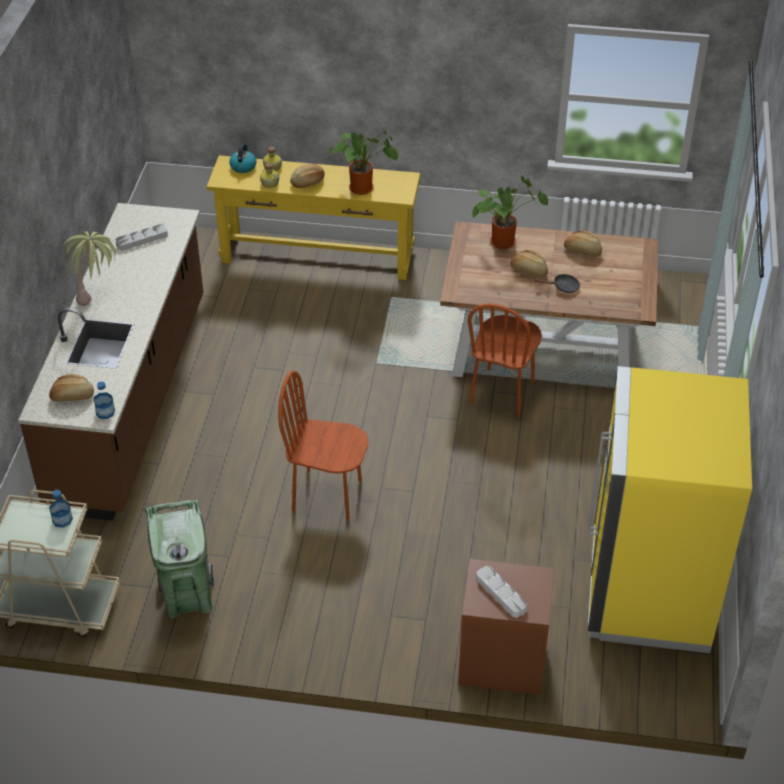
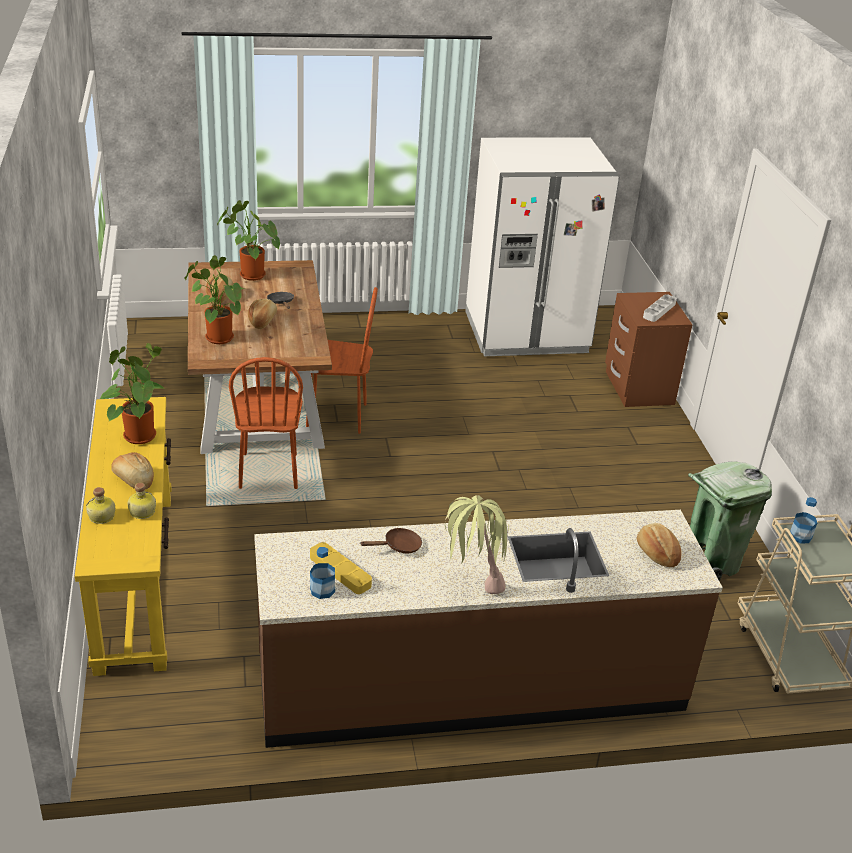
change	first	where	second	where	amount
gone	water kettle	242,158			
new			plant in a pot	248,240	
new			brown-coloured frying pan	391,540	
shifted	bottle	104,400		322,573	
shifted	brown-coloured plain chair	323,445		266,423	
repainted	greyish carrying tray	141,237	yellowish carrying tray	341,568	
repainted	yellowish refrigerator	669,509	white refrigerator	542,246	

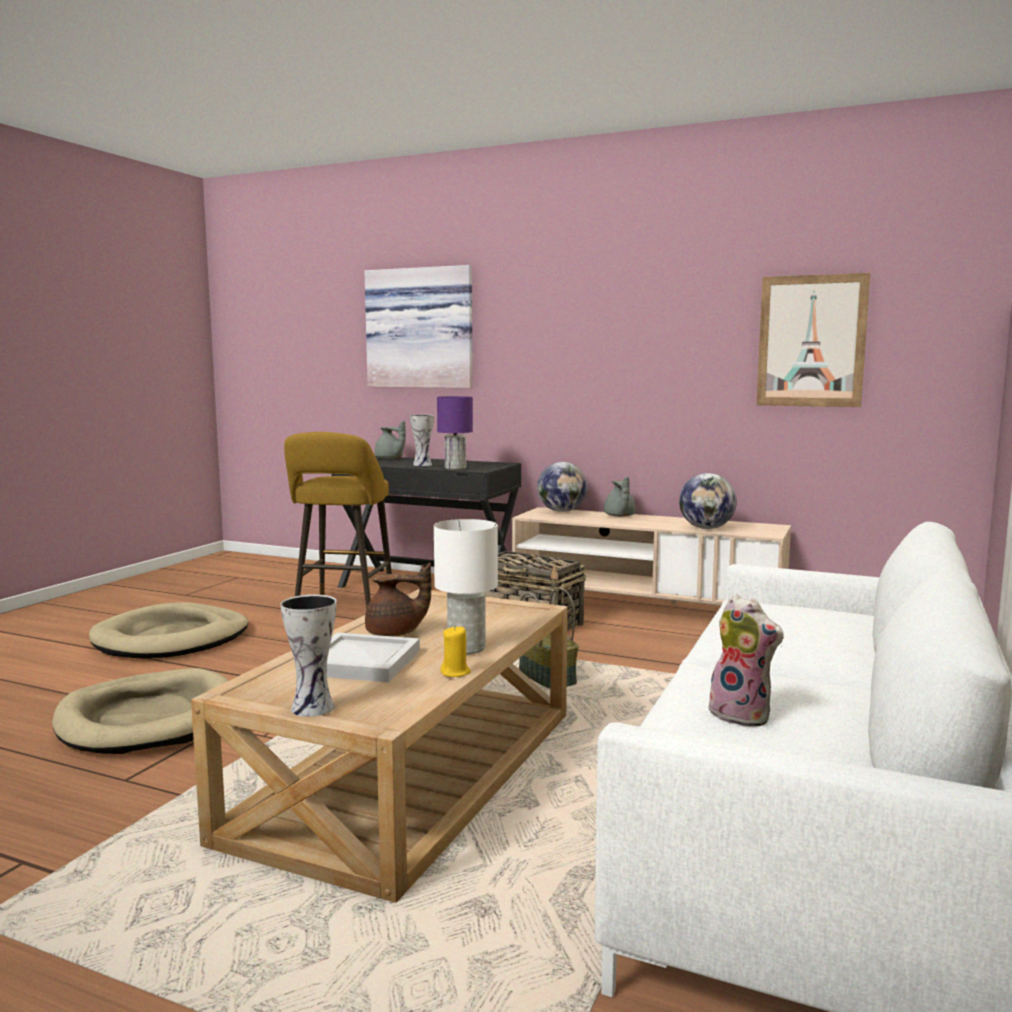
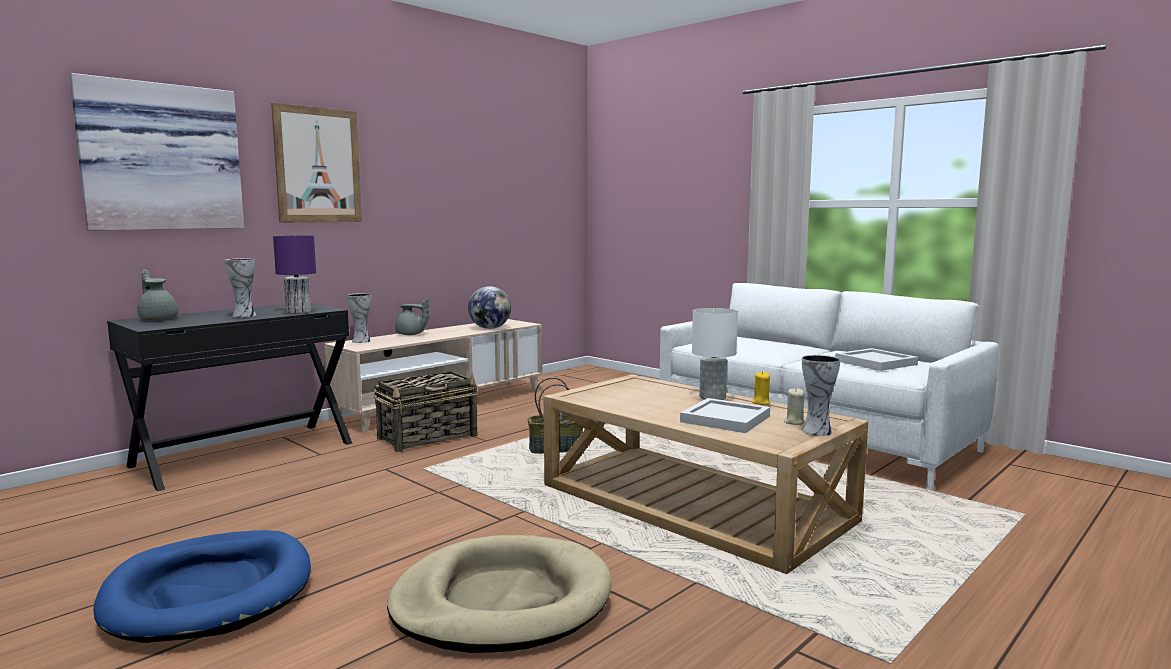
change	first	where	second	where	amount
gone	yellowish sitting stool	338,520			
gone	brown-coloured tea pot	398,599			
new			beige-coloured wax light	794,406	
shifted	wall picture	813,340		316,163	
swapped	globe	562,487	vase	359,318	
swapped	plush toy	746,660	white carrying tray	876,359	
repainted	beige-coloured pet bed	168,630	bluish pet bed	202,586	
rotated	greyish tea pot	390,440		158,294	105 degrees counterclockwise

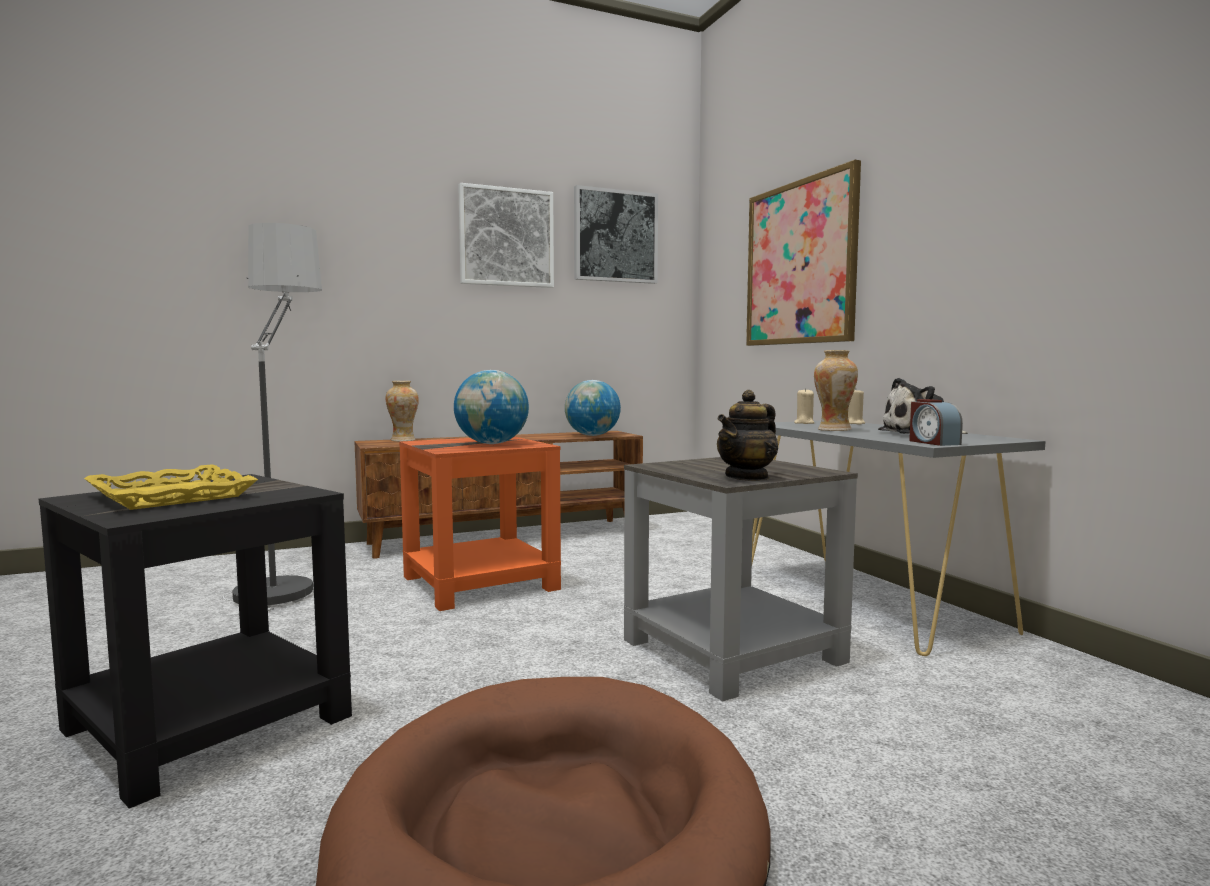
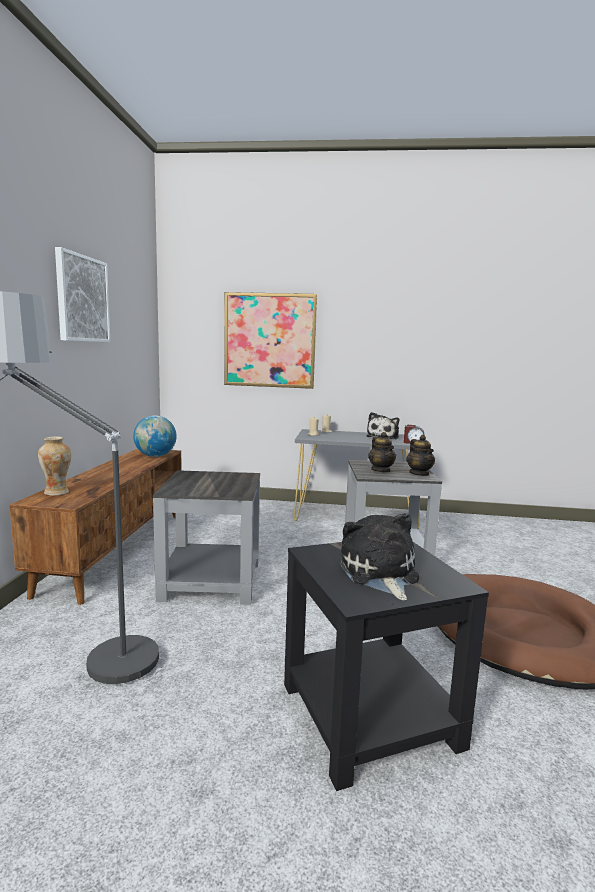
change	first	where	second	where	amount
gone	globe	491,407			
gone	wall picture	616,234			
gone	vase	836,390			
new			tea pot	382,452	
swapped	yellowish carrying tray	171,487	plush toy	379,556	
repainted	orange-coloured accent table	480,523	greyish accent table	206,537	

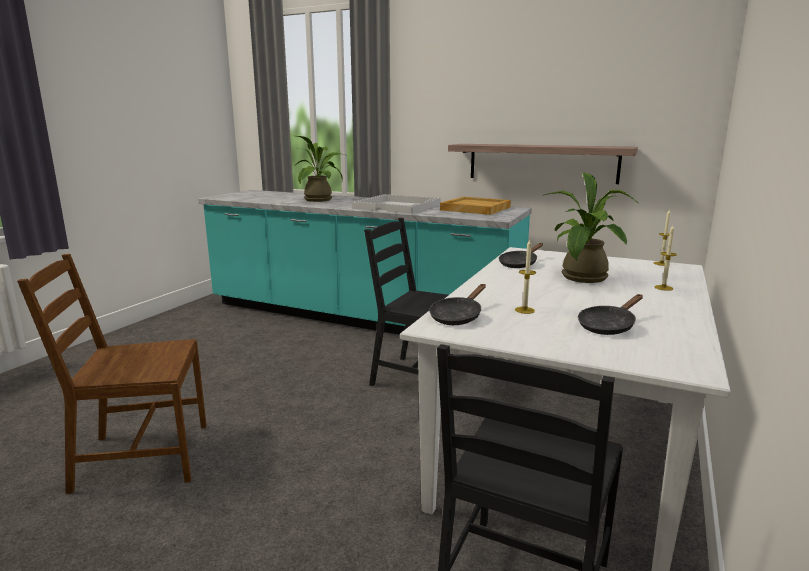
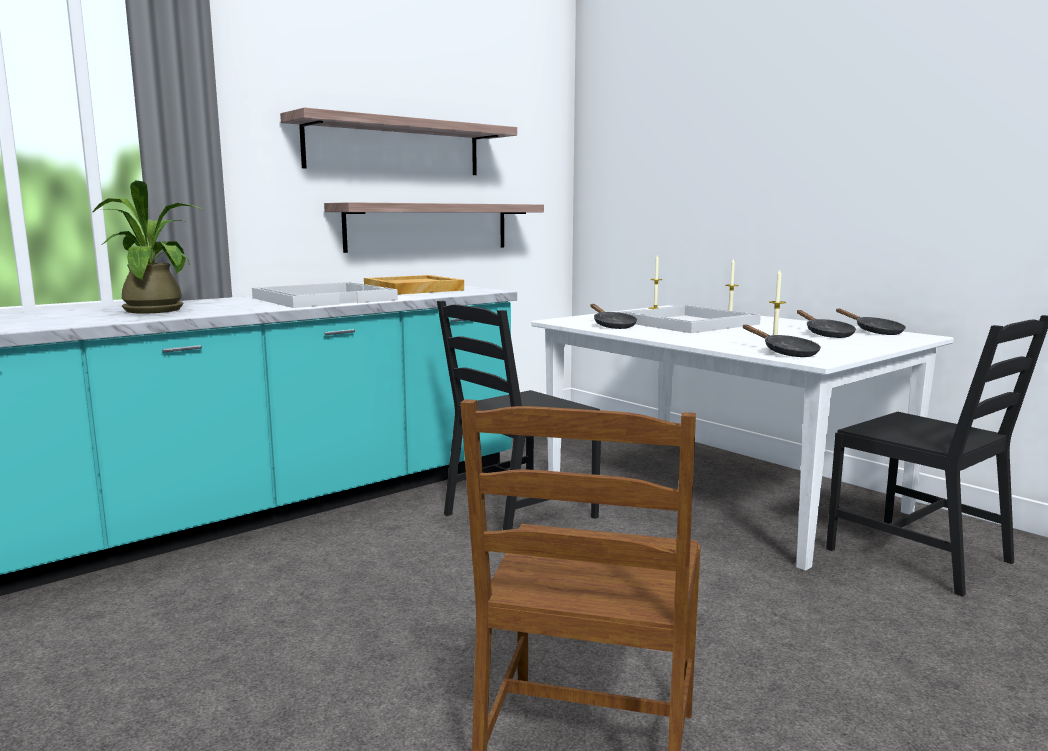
change	first	where	second	where	amount
new			bracket shelf	398,141	
new			black-coloured frying pan	871,321	
swapped	plant in a pot	592,227	white carrying tray	690,319	

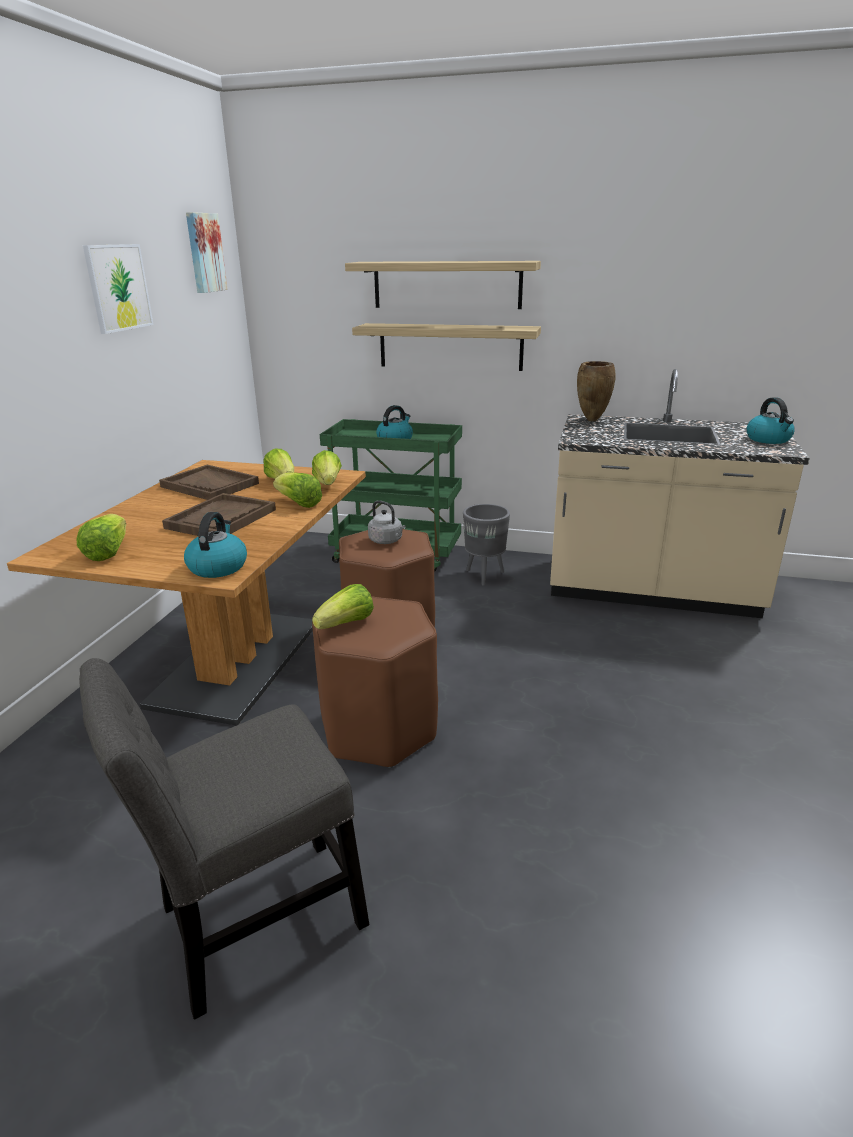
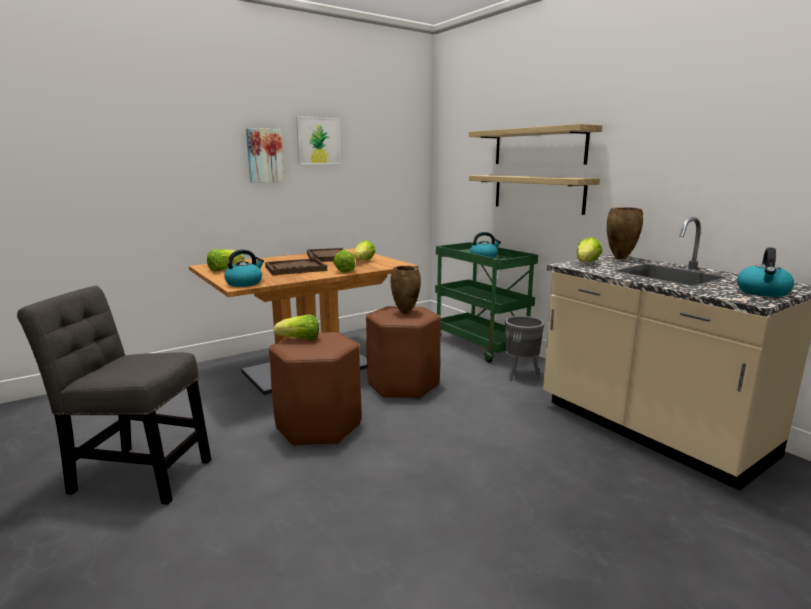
change	first	where	second	where	amount
shifted	wall picture	207,252		265,155	
shifted	lettuce	327,467		589,249	
swapped	greyish water kettle	387,522	brown-coloured vase	406,290	

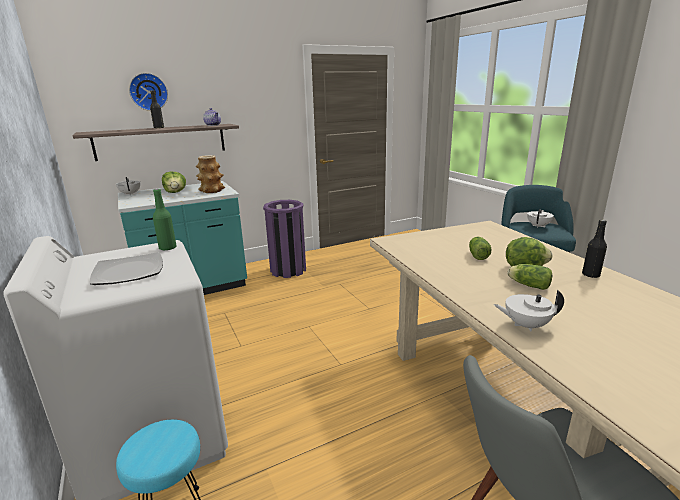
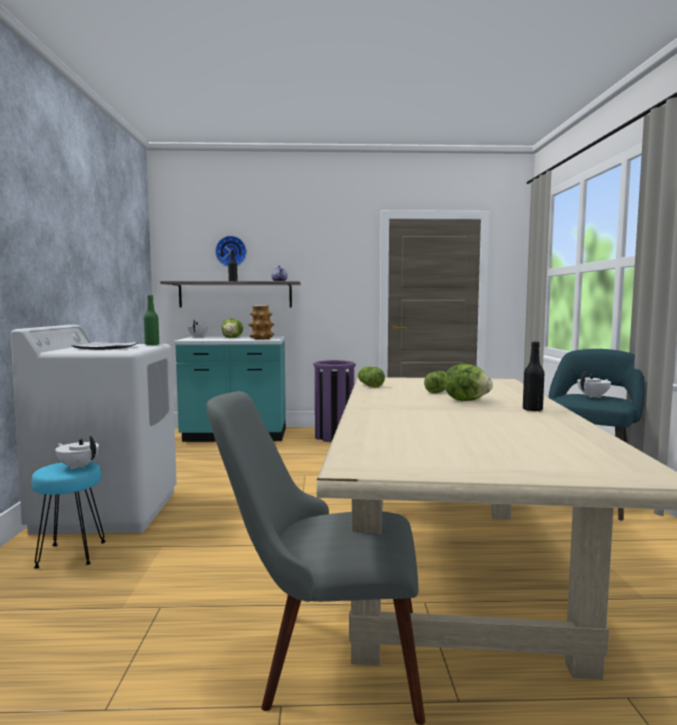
change	first	where	second	where	amount
shifted	white tea pot	529,311		77,453	
shifted	lettuce	530,277		371,377	

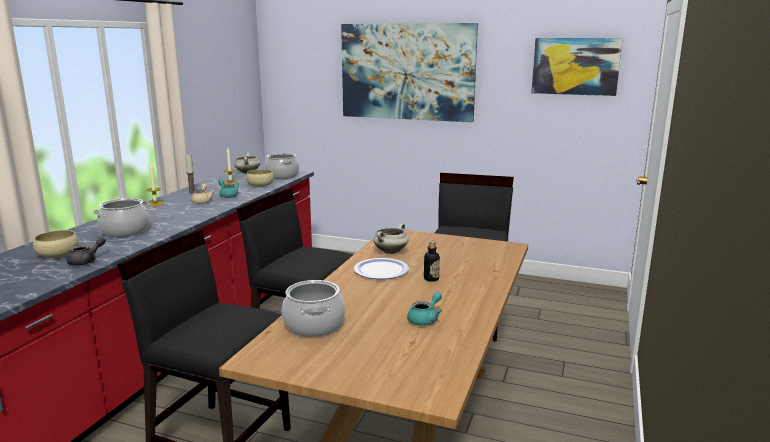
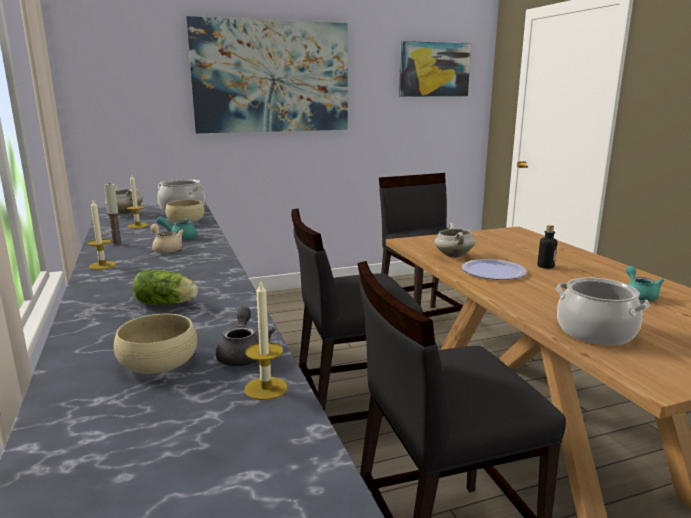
change	first	where	second	where	amount
new			wax light	265,341	
swapped	cooking pot	121,217	lettuce	165,287	

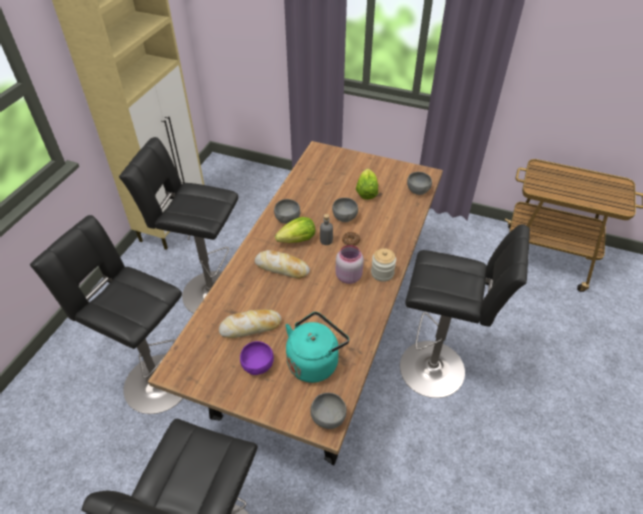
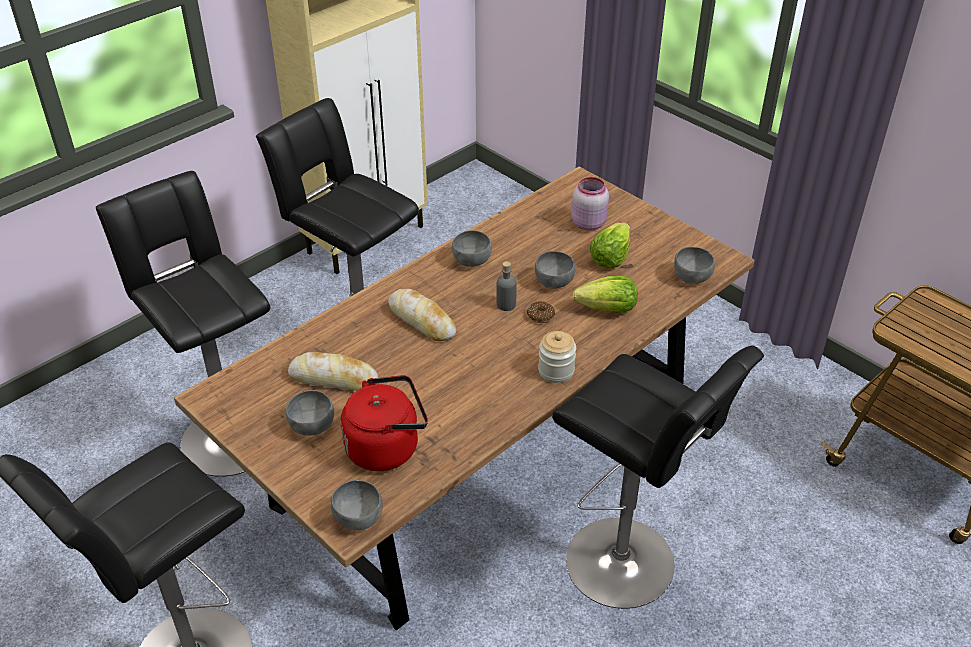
change	first	where	second	where	amount
shifted	lettuce	295,230		605,294	
shifted	pinkish preserve jar	350,264		590,204	
repainted	purple-coloured deep dish	257,358	greyish deep dish	310,412	
repainted	blue-green water kettle	317,347	red-coloured water kettle	384,423	

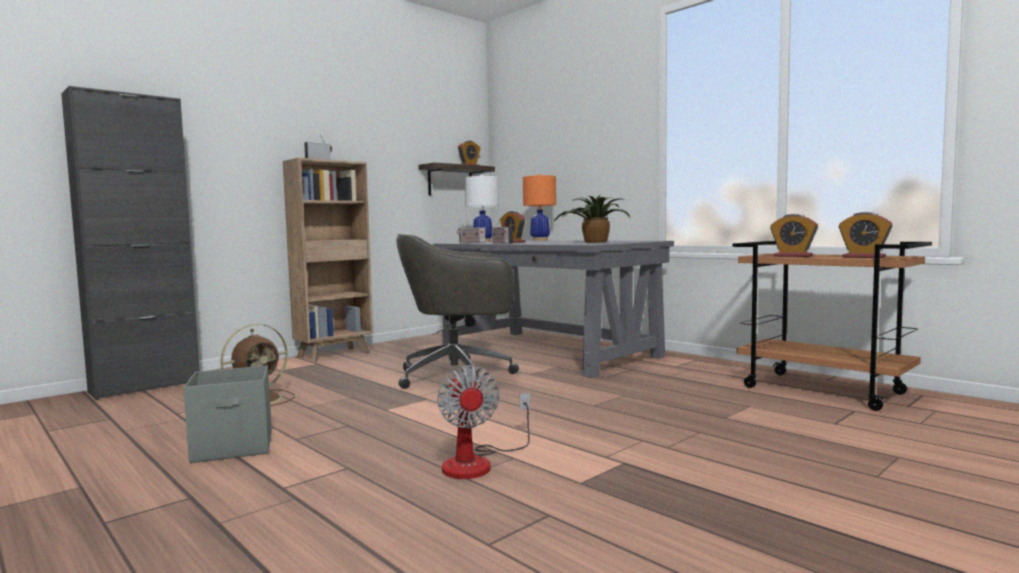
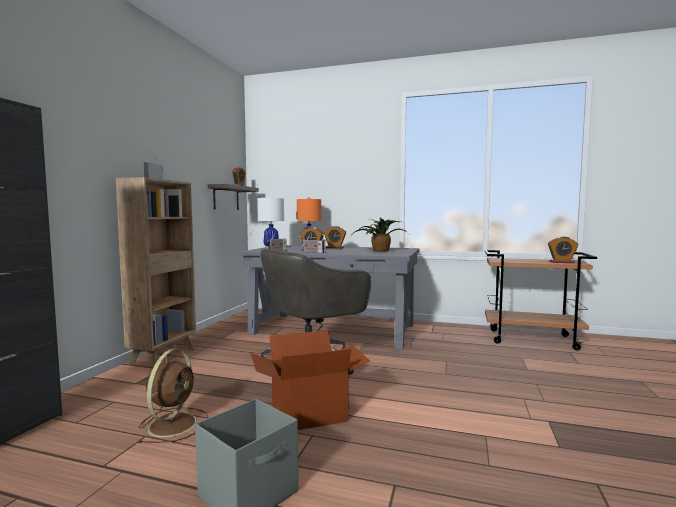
change	first	where	second	where	amount
gone	electric fan	483,422			
new			packing box	310,380	
shifted	bedside clock	794,235		335,237	

